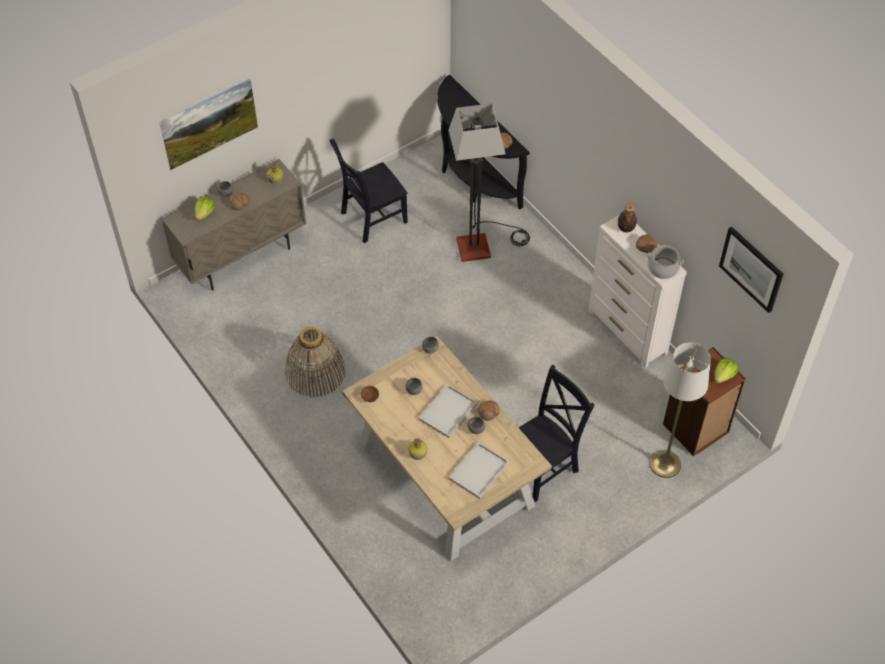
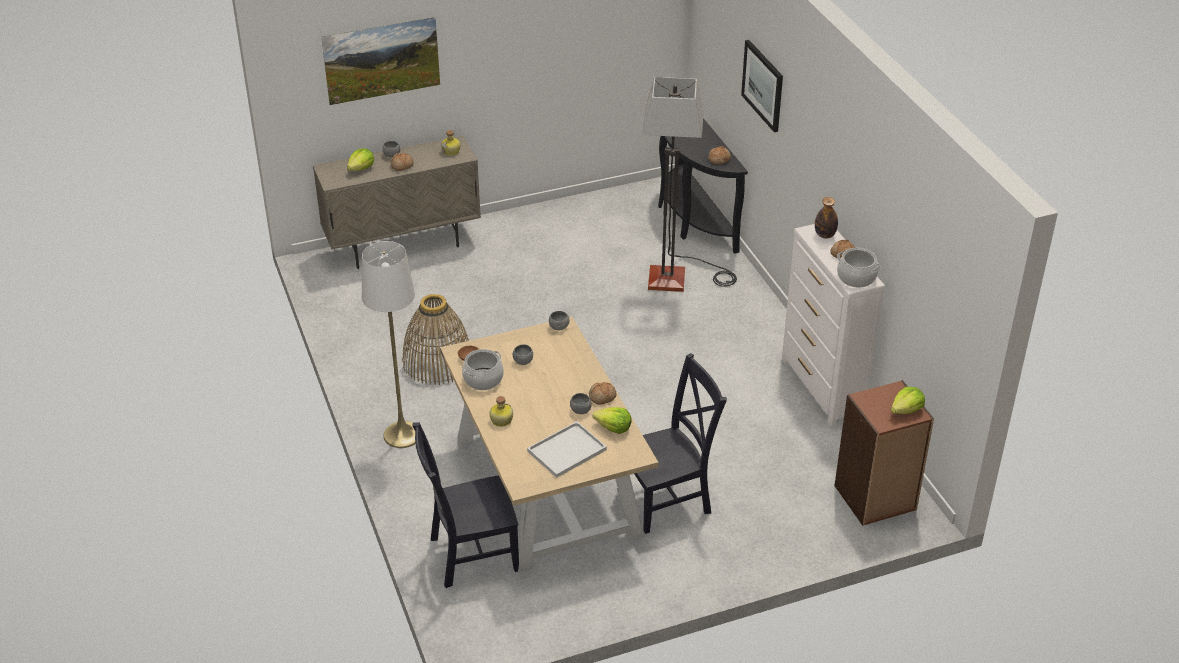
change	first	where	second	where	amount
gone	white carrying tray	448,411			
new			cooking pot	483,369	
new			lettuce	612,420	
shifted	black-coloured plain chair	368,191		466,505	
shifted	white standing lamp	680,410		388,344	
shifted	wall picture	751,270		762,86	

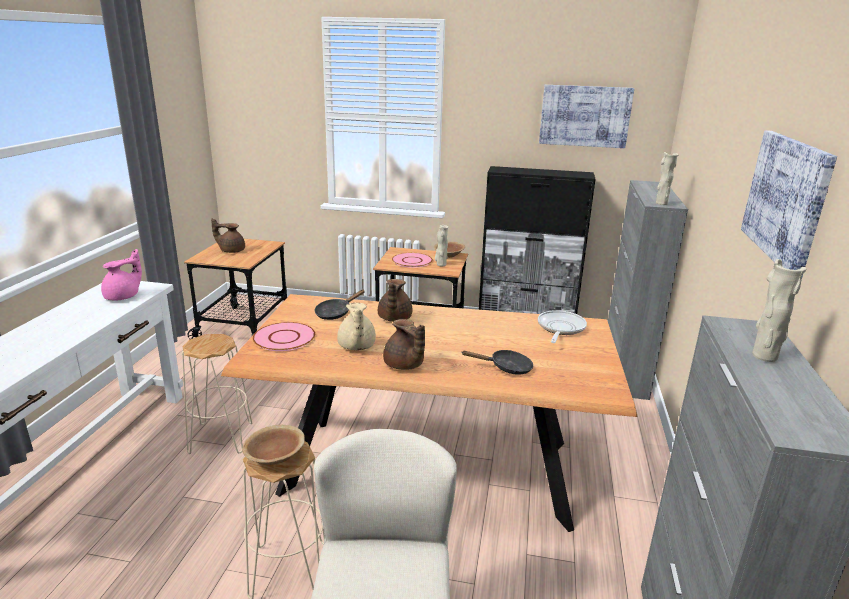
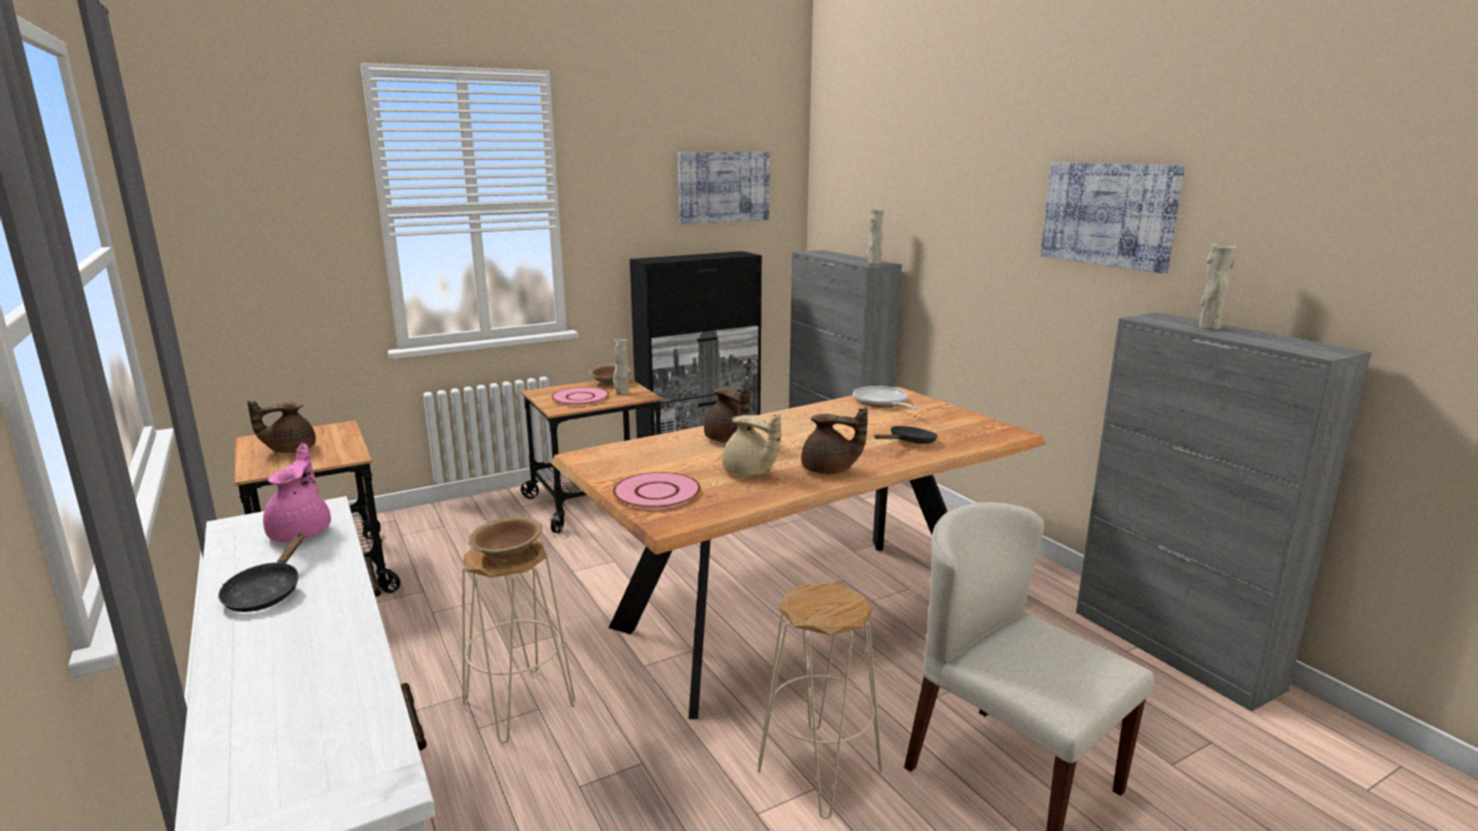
change	first	where	second	where	amount
shifted	brown-coloured deep dish	273,445		506,537	
shifted	black-coloured frying pan	339,305		261,572	

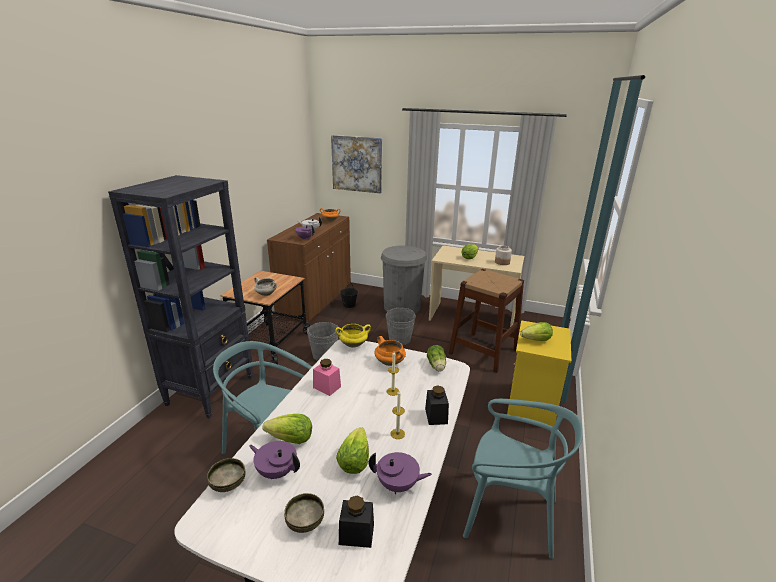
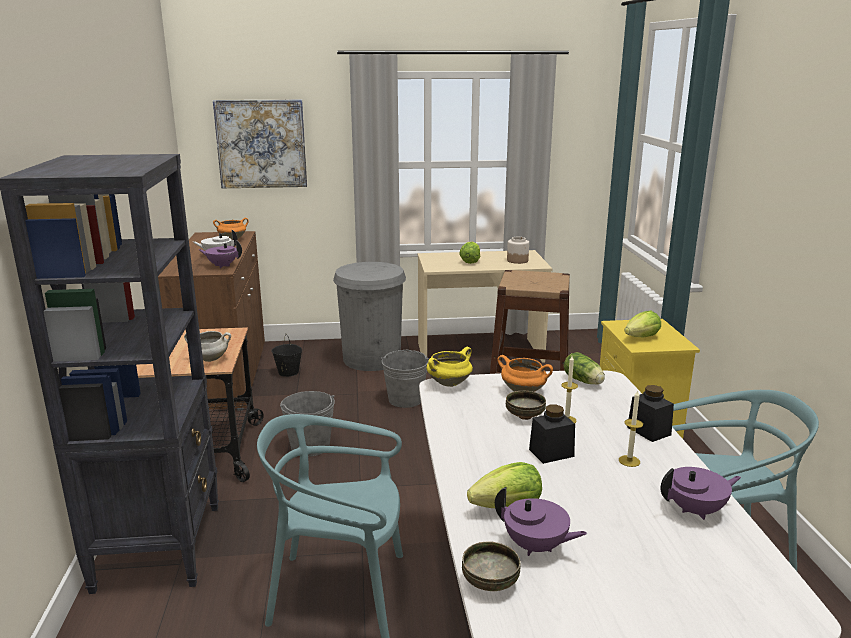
change	first	where	second	where	amount
gone	pinkish preserve jar	327,377			
gone	lettuce	352,450			
shifted	deep dish	304,513		526,405	
shifted	black-coloured preserve jar	356,522		552,434	
rotated	purple-coloured tea pot	274,460		541,521	150 degrees counterclockwise

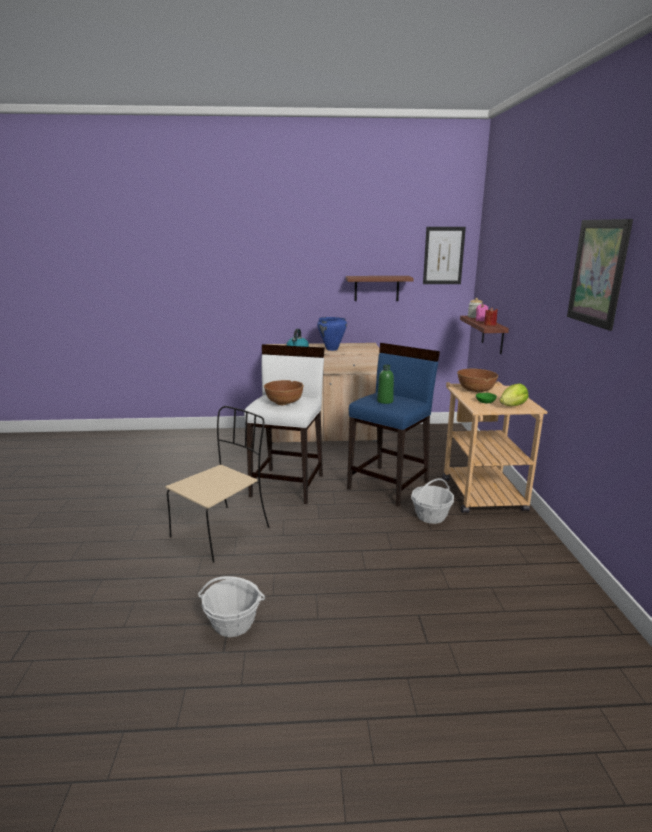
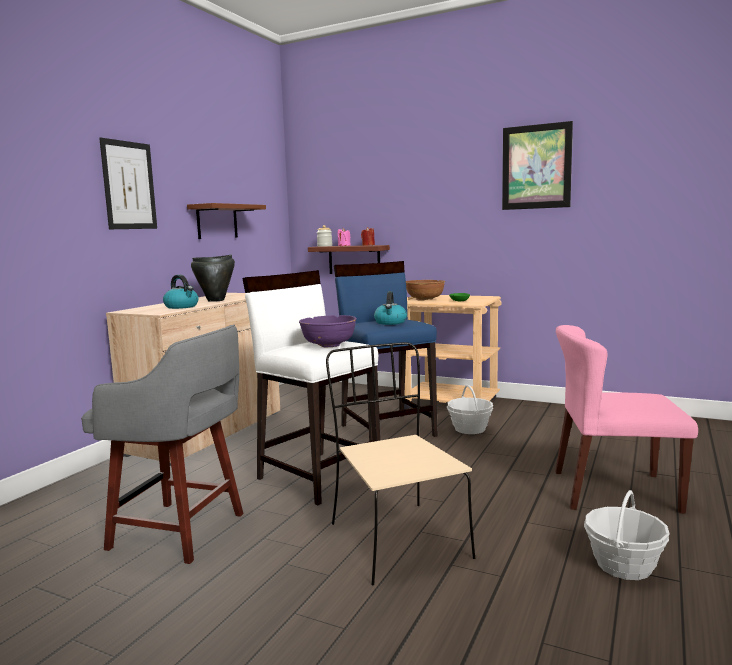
change	first	where	second	where	amount
gone	lettuce	513,394			
new			greyish sitting stool	162,444	
new			pinkish plain chair	626,419	
shifted	wall picture	444,255		128,183	
swapped	green bottle	385,384	water kettle	390,308	
repainted	brown-coloured deep dish	284,392	purple-coloured deep dish	328,331	
repainted	bluish cooking pot	332,334	black-coloured cooking pot	213,278	

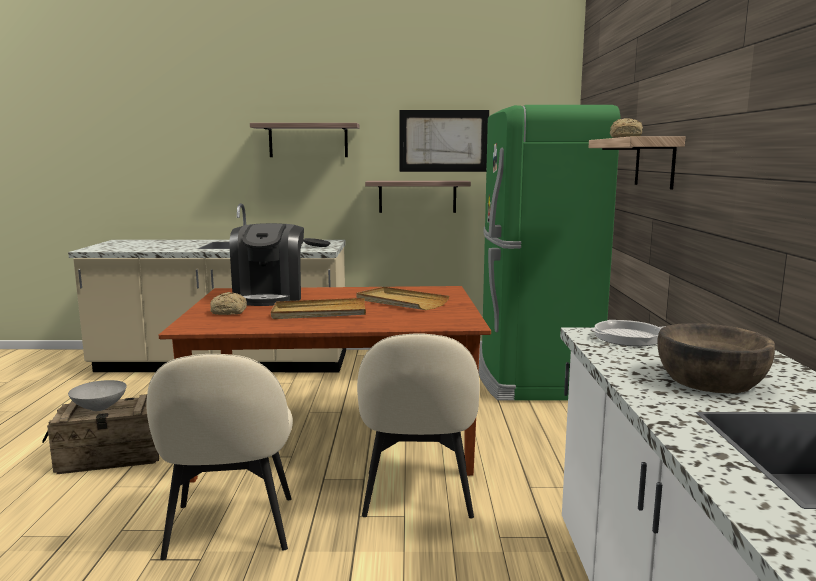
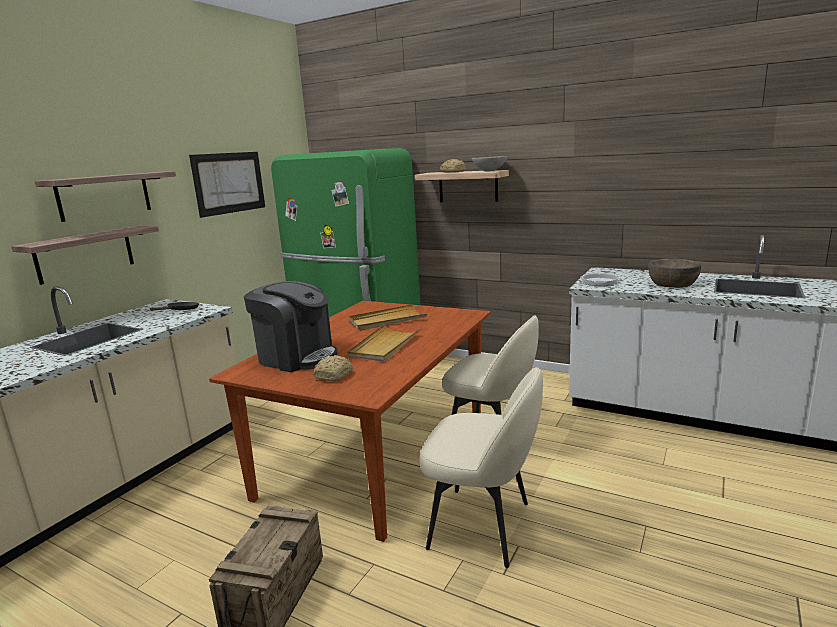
change	first	where	second	where	amount
shifted	greyish deep dish	97,395		490,164	
shifted	bracket shelf	418,197		85,255	

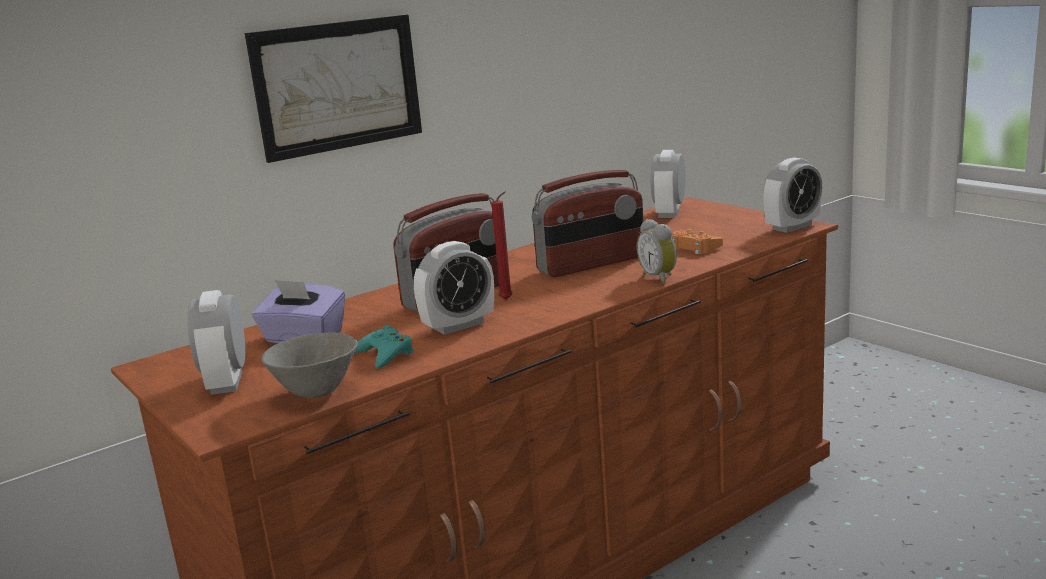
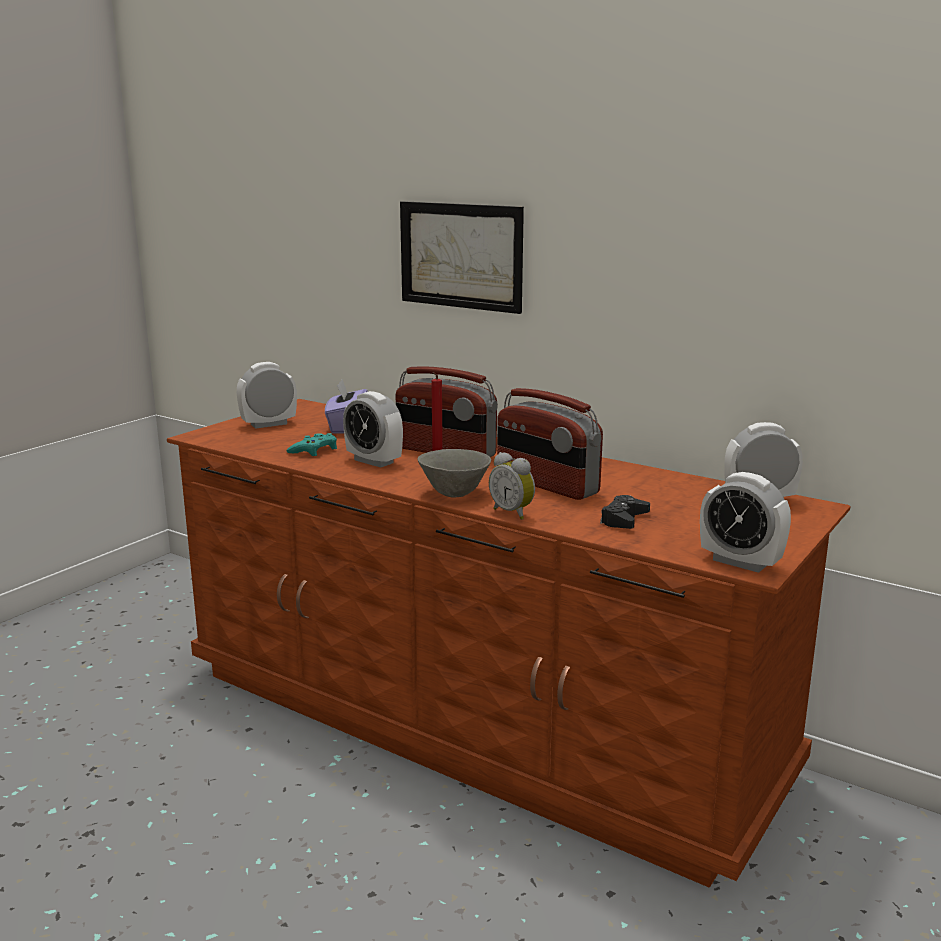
change	first	where	second	where	amount
shifted	greyish deep dish	310,365		454,473	
repainted	orange-coloured gamepad	697,241	black-coloured gamepad	625,512	
rotated	bedside clock	657,251		512,486	90 degrees counterclockwise

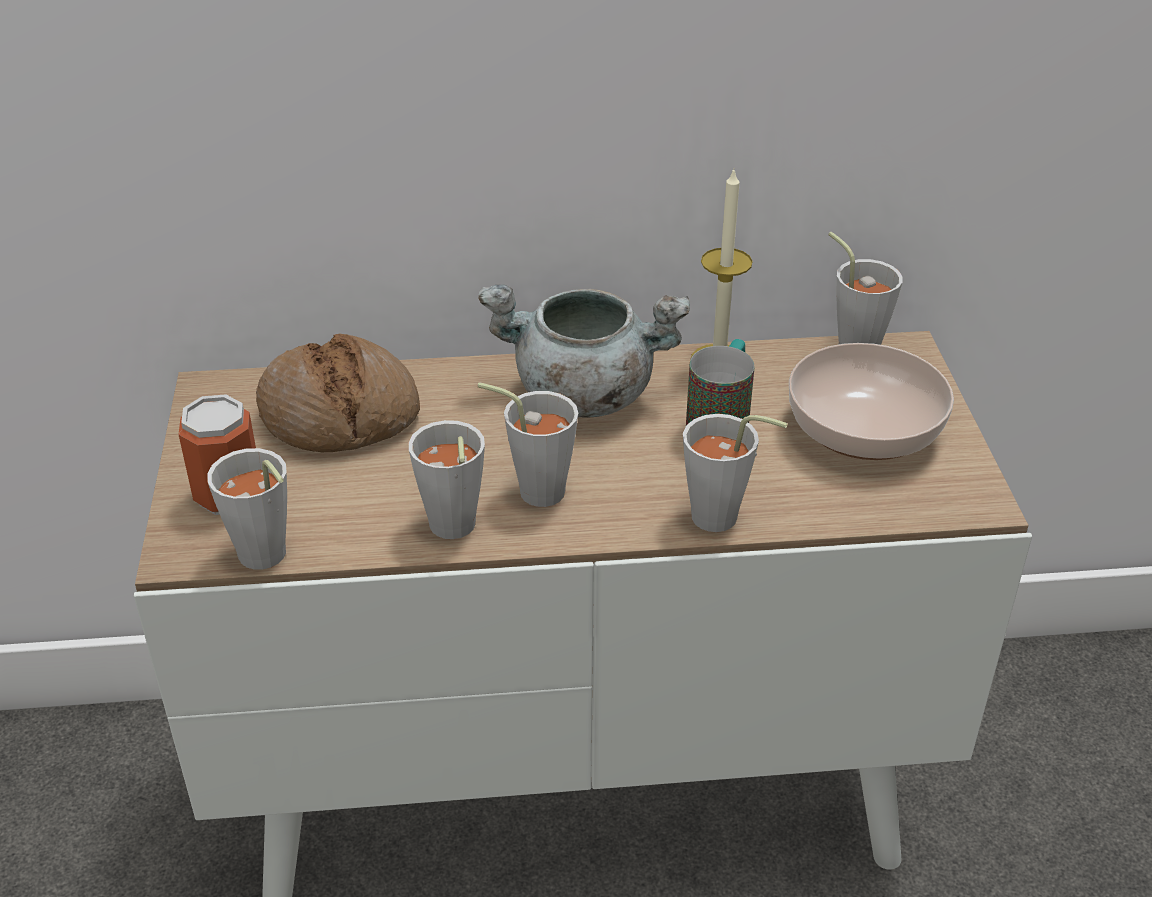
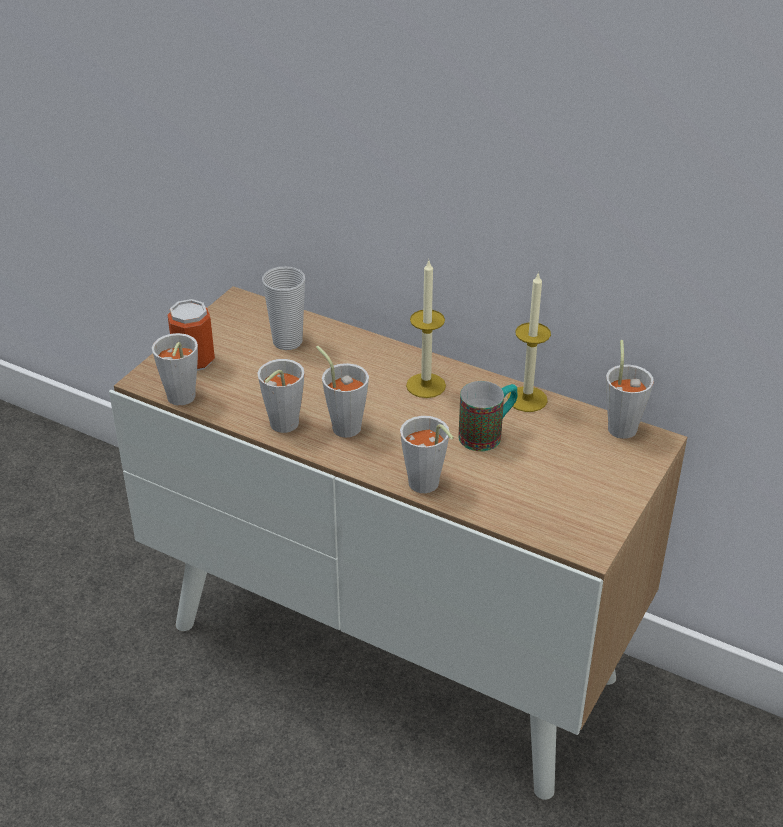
change	first	where	second	where	amount
gone	deep dish	871,401			
swapped	baked bread	338,393	small cup	283,308	
swapped	greyish cooking pot	584,351	wax light	426,328	

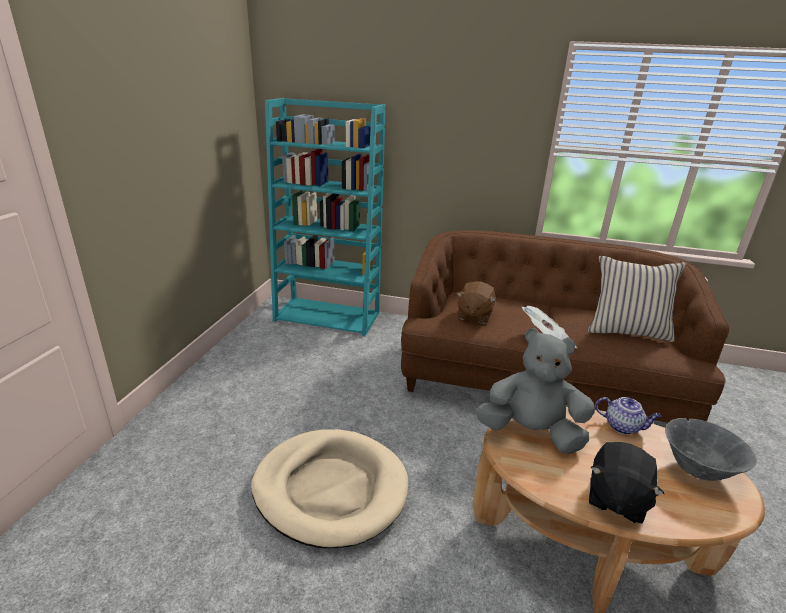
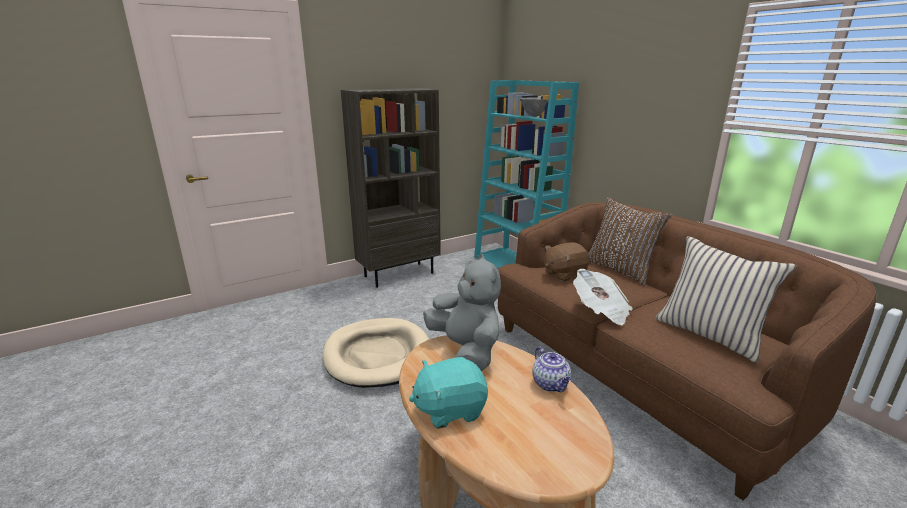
change	first	where	second	where	amount
new			brown-coloured bookcase	391,188	
new			brown-coloured cushion	630,241	
shifted	greyish deep dish	711,449		538,107	
repainted	black-coloured plush toy	626,483	blue-green plush toy	448,393	

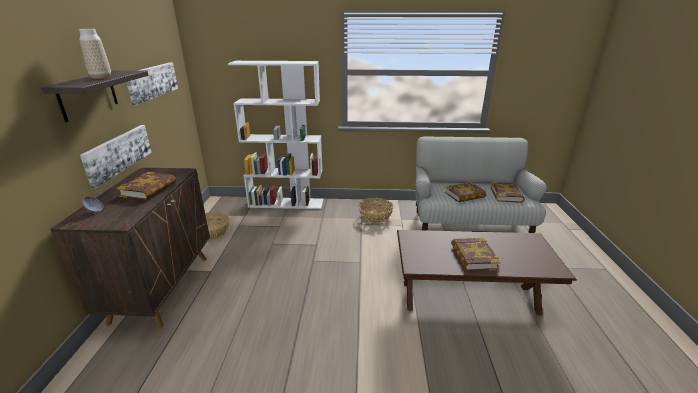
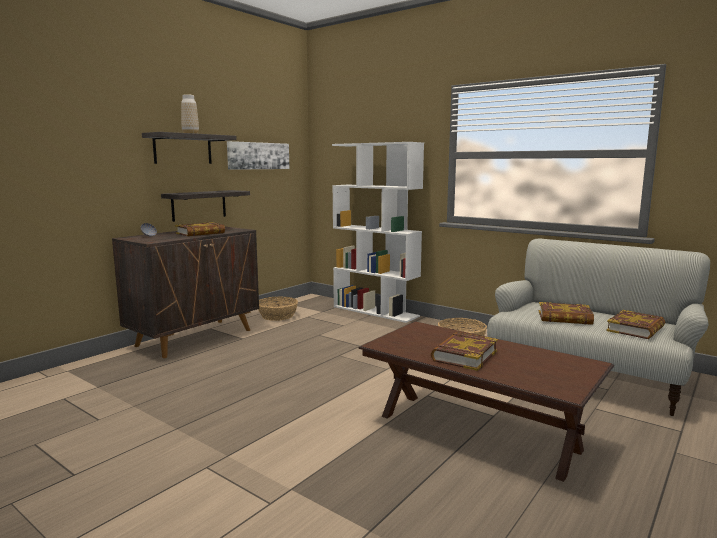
change	first	where	second	where	amount
swapped	wall picture	116,156	bracket shelf	205,206	

